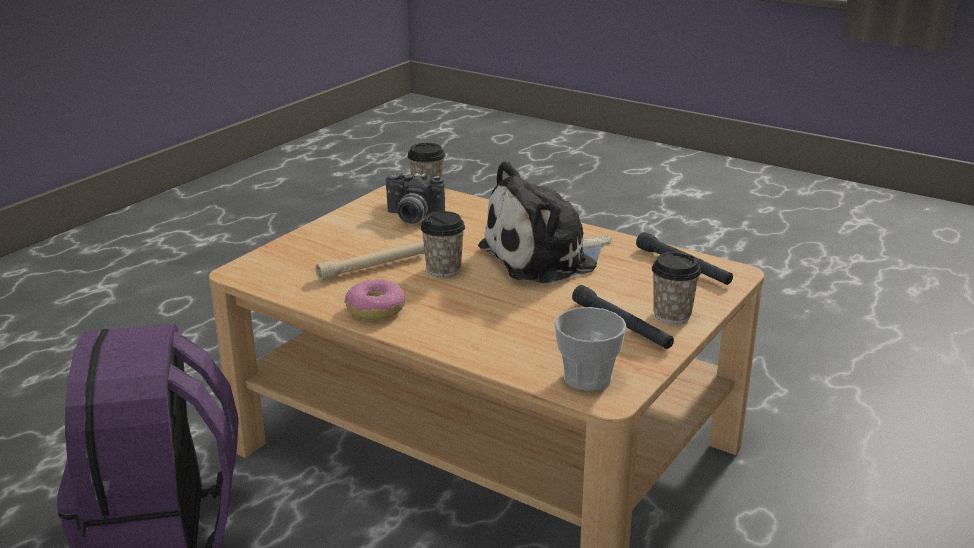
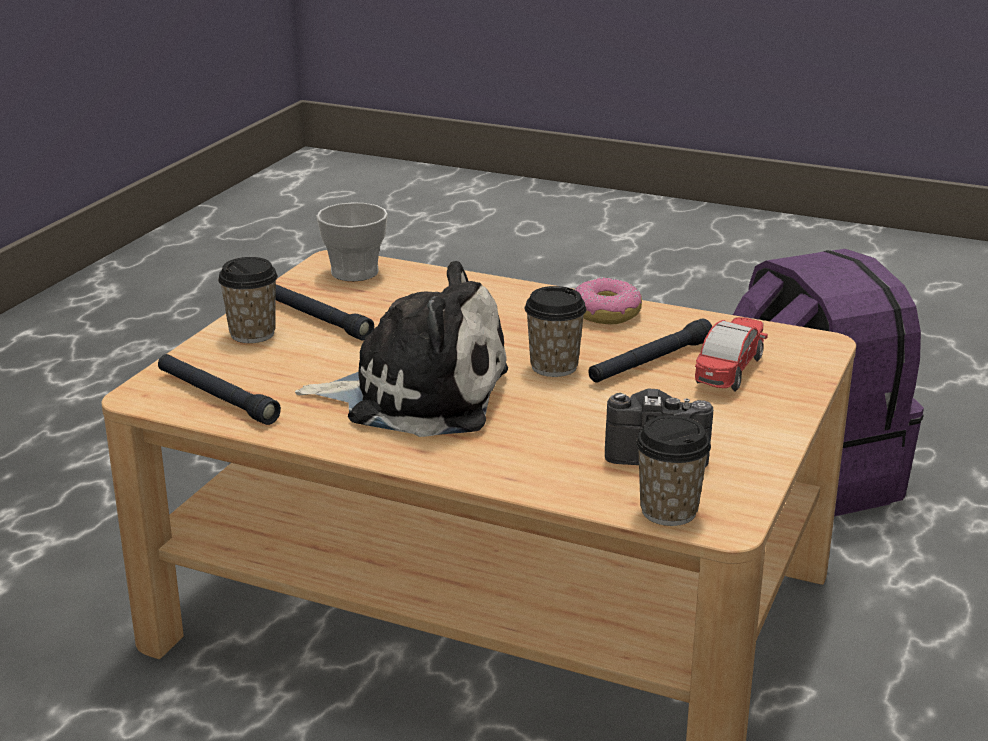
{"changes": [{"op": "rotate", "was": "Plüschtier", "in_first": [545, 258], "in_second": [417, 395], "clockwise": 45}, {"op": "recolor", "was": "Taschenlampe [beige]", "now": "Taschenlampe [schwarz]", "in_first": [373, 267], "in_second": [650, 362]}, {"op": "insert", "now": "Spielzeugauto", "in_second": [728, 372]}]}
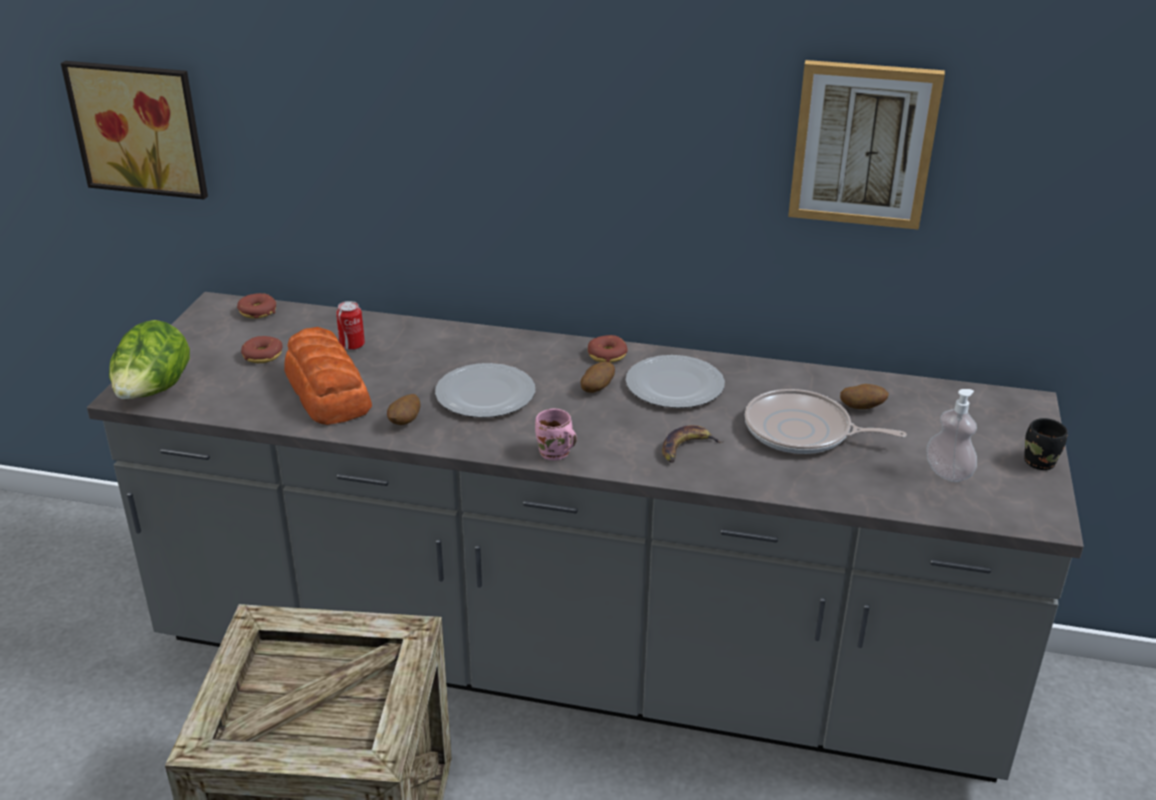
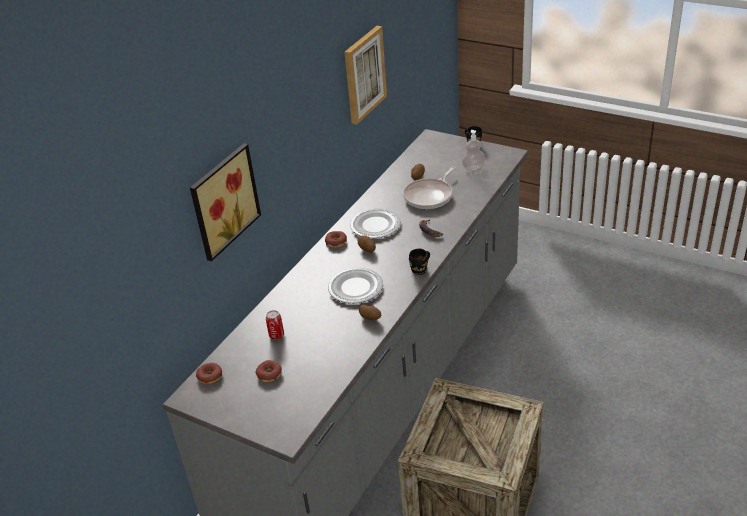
{"changes": [{"op": "move", "was": "Bild", "in_first": [140, 127], "in_second": [222, 200]}, {"op": "recolor", "was": "Henkelbecher [rosa]", "now": "Henkelbecher [schwarz]", "in_first": [555, 454], "in_second": [420, 270]}, {"op": "delete", "was": "Salatkopf", "in_first": [153, 393]}, {"op": "delete", "was": "Brot", "in_first": [327, 391]}]}
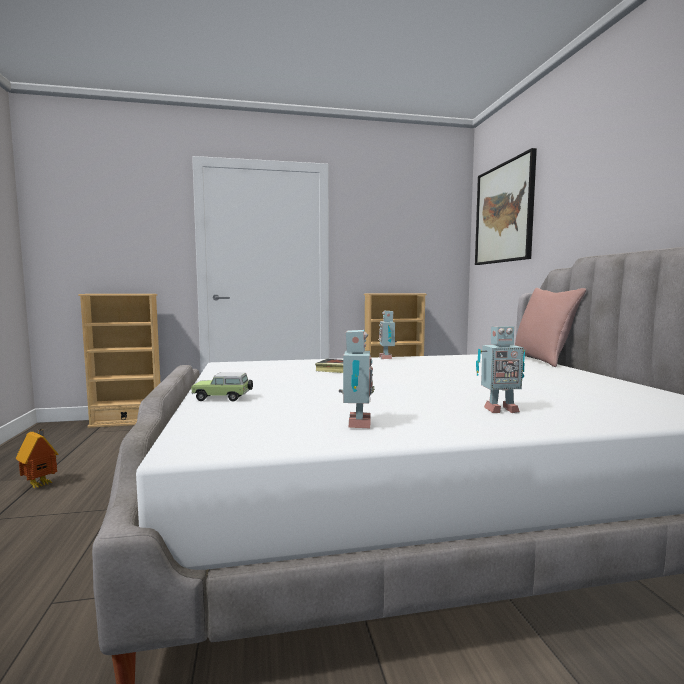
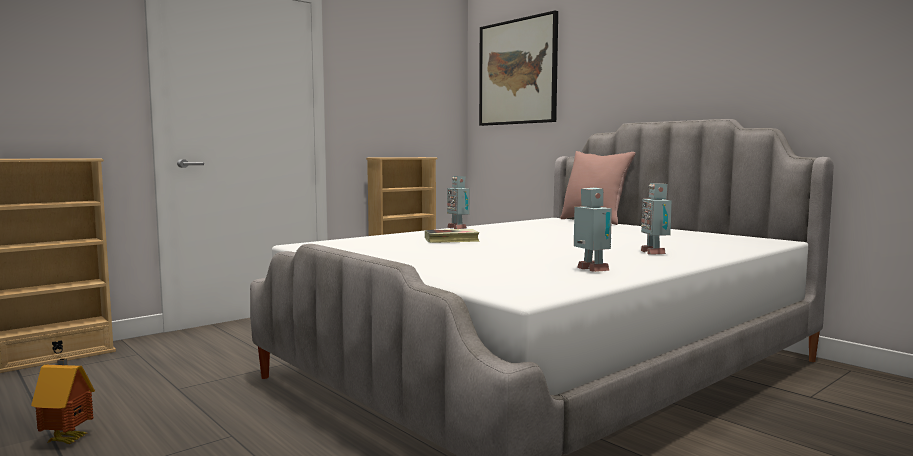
{"changes": [{"op": "rotate", "was": "Spielzeugroboter", "in_first": [499, 410], "in_second": [654, 253], "clockwise": 120}, {"op": "delete", "was": "Spielzeugauto", "in_first": [223, 398]}]}
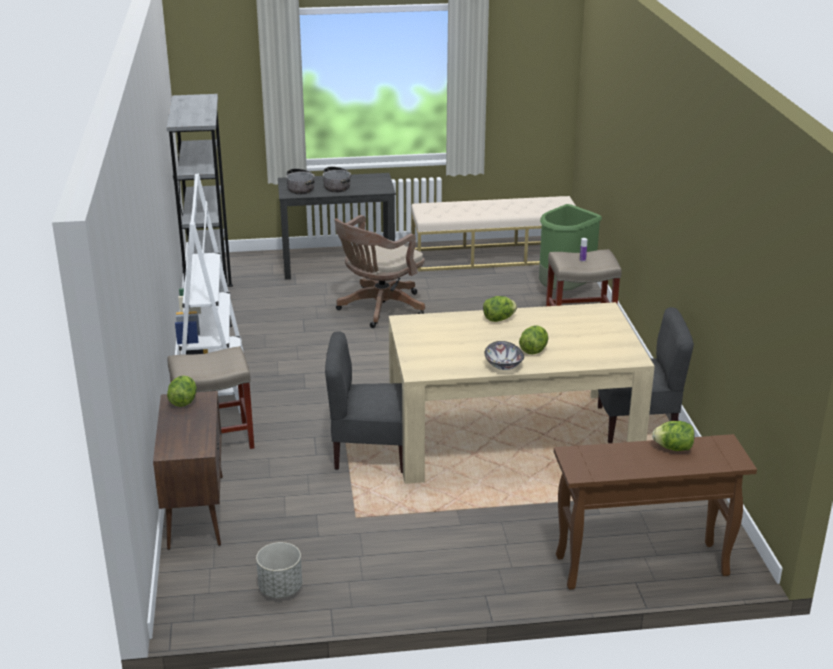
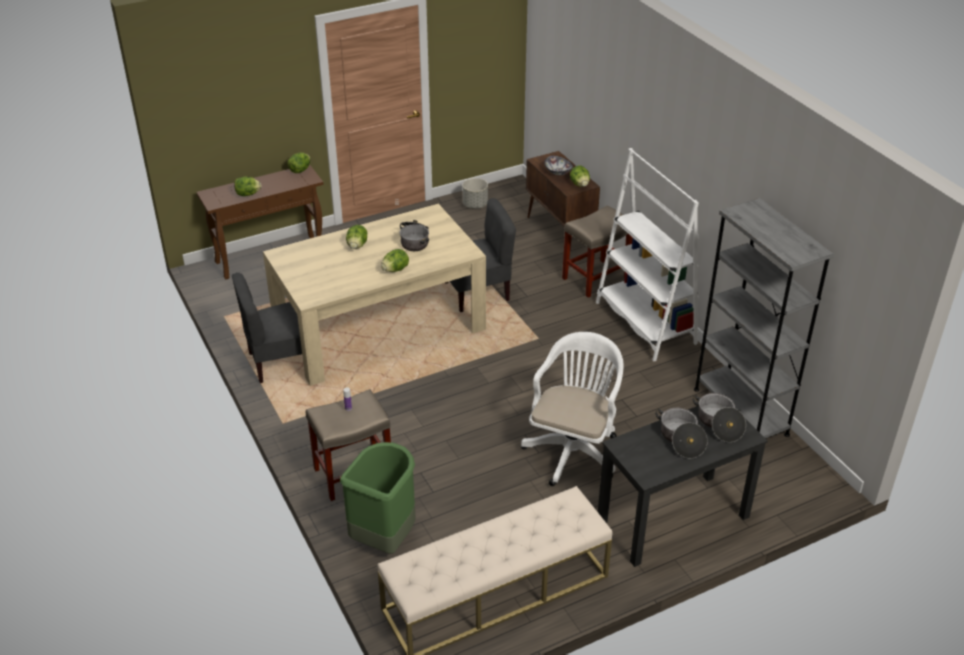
{"changes": [{"op": "insert", "now": "Salatkopf", "in_second": [300, 170]}, {"op": "insert", "now": "Kochtopf", "in_second": [415, 241]}, {"op": "recolor", "was": "Bürostuhl [braun]", "now": "Bürostuhl [weiß]", "in_first": [378, 309], "in_second": [573, 450]}, {"op": "move", "was": "Schüssel", "in_first": [503, 365], "in_second": [558, 172]}]}
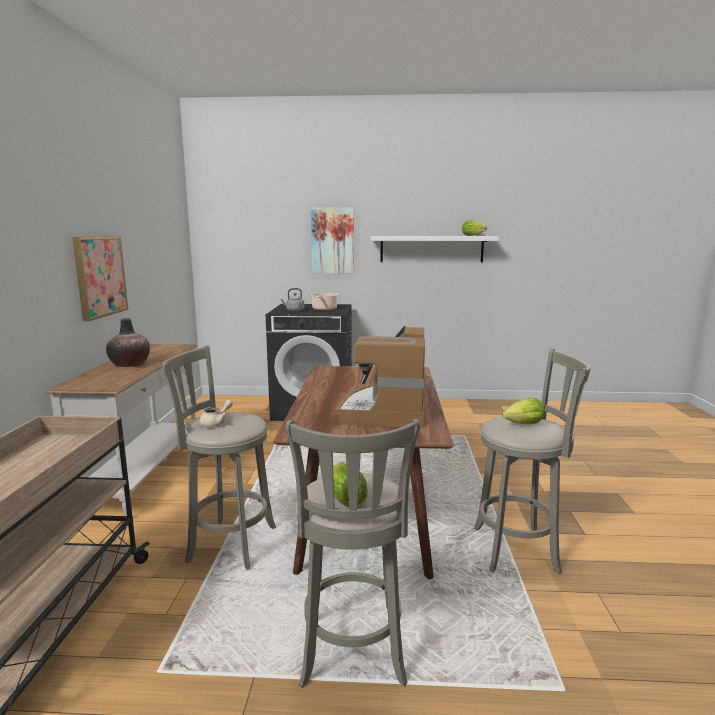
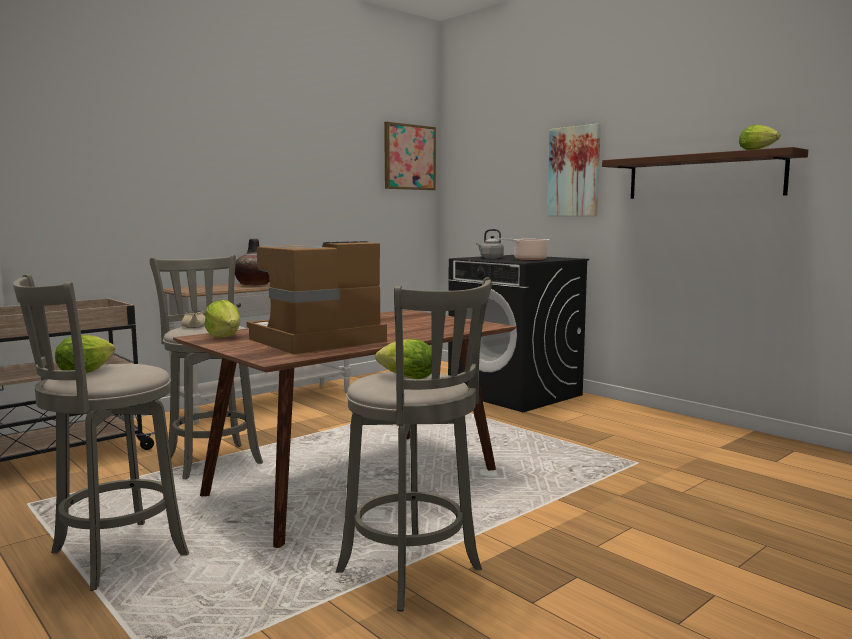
{"changes": [{"op": "insert", "now": "Salatkopf", "in_second": [224, 336]}, {"op": "move", "was": "Bild", "in_first": [100, 276], "in_second": [409, 157]}, {"op": "recolor", "was": "Wandregal [weiß]", "now": "Wandregal [braun]", "in_first": [431, 249], "in_second": [703, 176]}]}
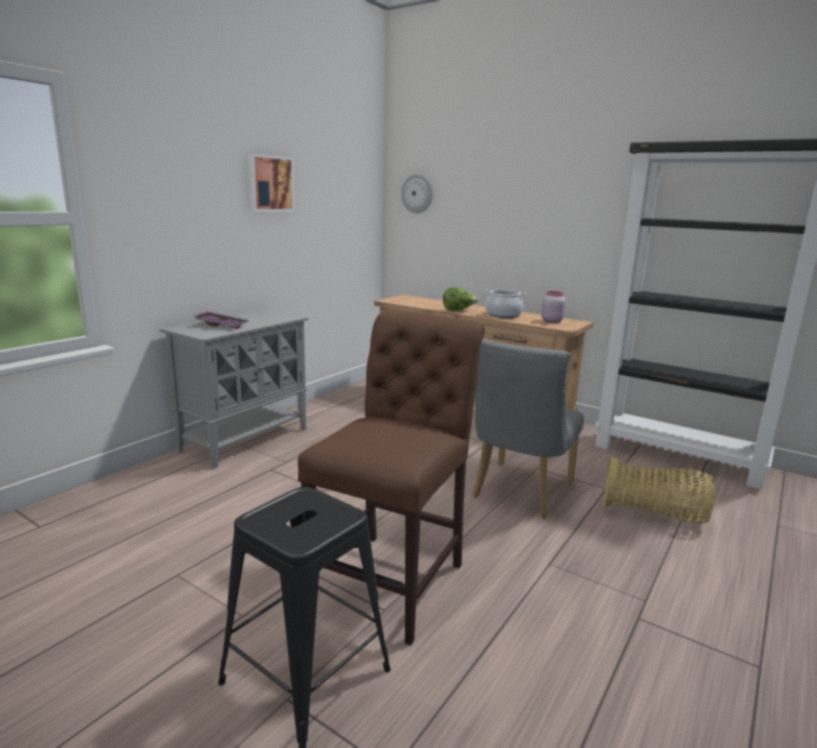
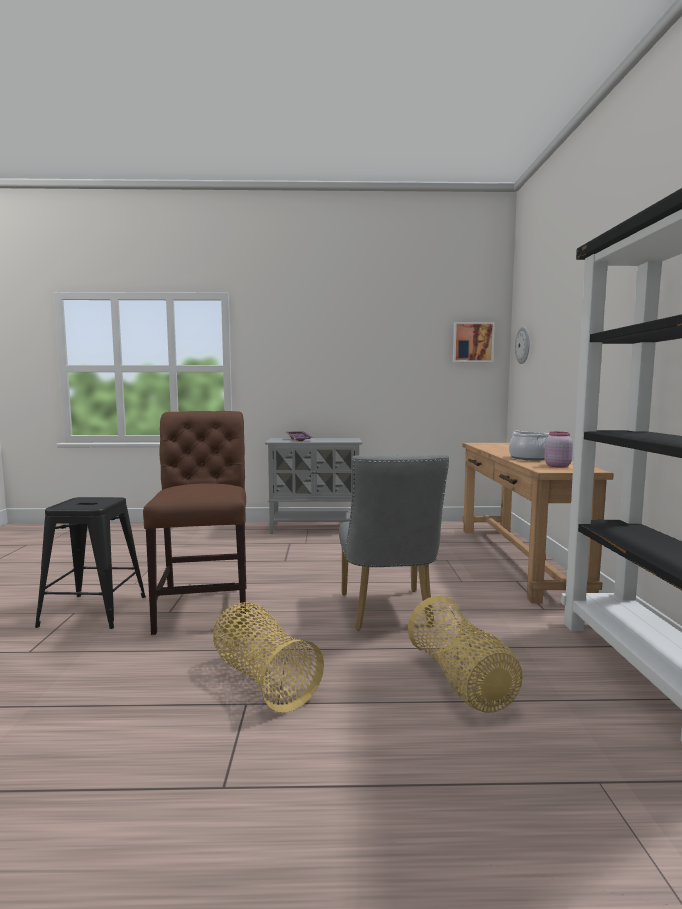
{"changes": [{"op": "rotate", "was": "Stuhl [braun]", "in_first": [393, 578], "in_second": [205, 605], "clockwise": -90}, {"op": "insert", "now": "Korb", "in_second": [263, 679]}, {"op": "rotate", "was": "Stuhl [grau]", "in_first": [518, 493], "in_second": [388, 613], "clockwise": -90}, {"op": "move", "was": "Bild", "in_first": [270, 184], "in_second": [472, 342]}, {"op": "delete", "was": "Salatkopf", "in_first": [458, 310]}]}
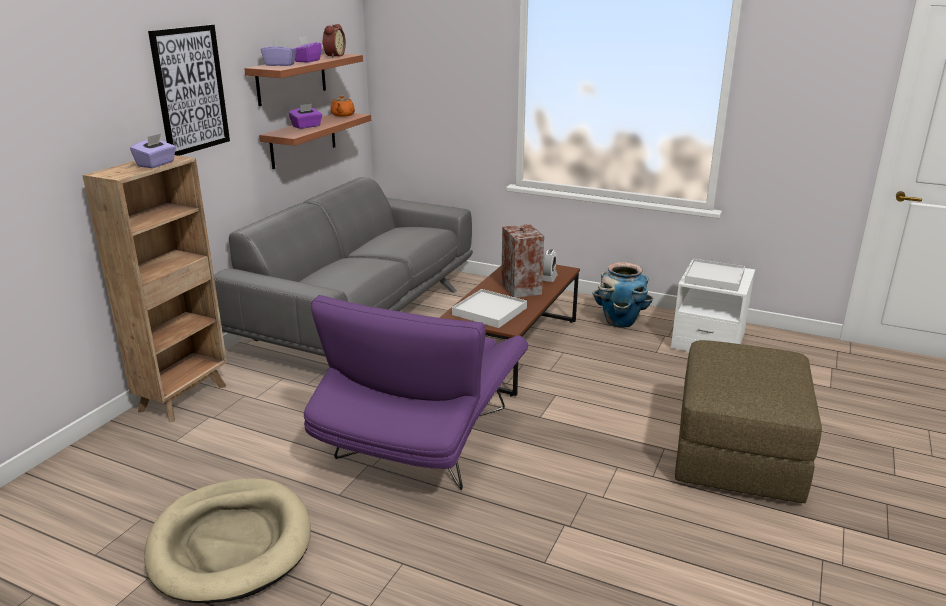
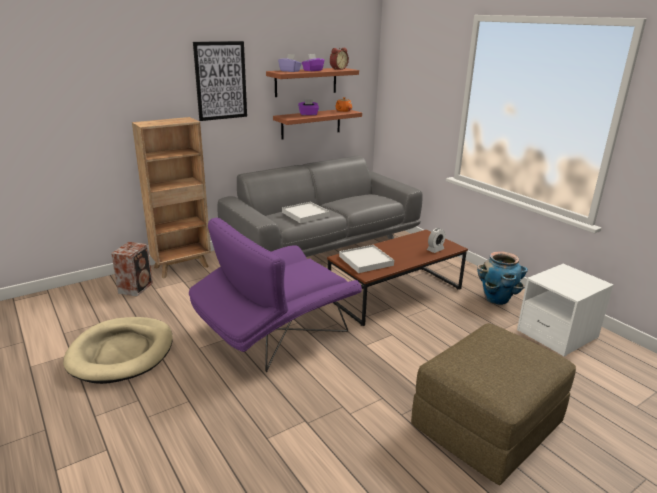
{"changes": [{"op": "move", "was": "Lautsprecher", "in_first": [521, 288], "in_second": [136, 287]}, {"op": "move", "was": "Tablett [weiß]", "in_first": [714, 278], "in_second": [305, 214]}, {"op": "delete", "was": "Taschentuchbox [lila]", "in_first": [156, 164]}]}
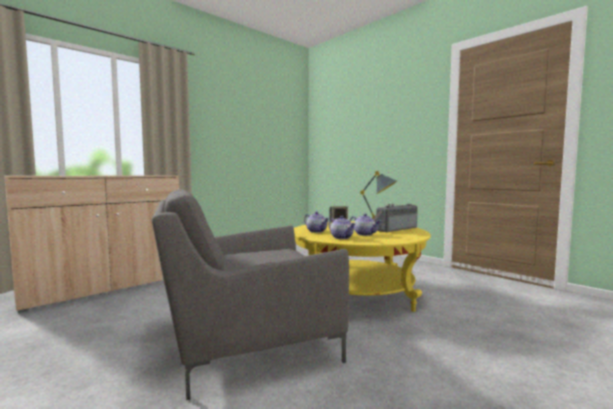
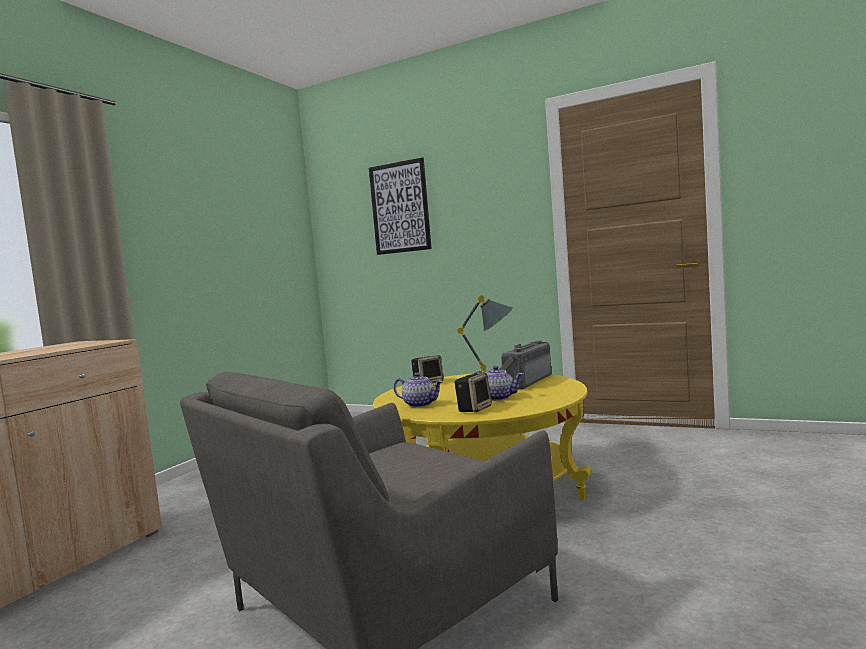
{"changes": [{"op": "insert", "now": "Bild", "in_second": [400, 207]}, {"op": "replace", "was": "Teekanne", "now": "Lautsprecher", "in_first": [342, 237], "in_second": [474, 409]}]}
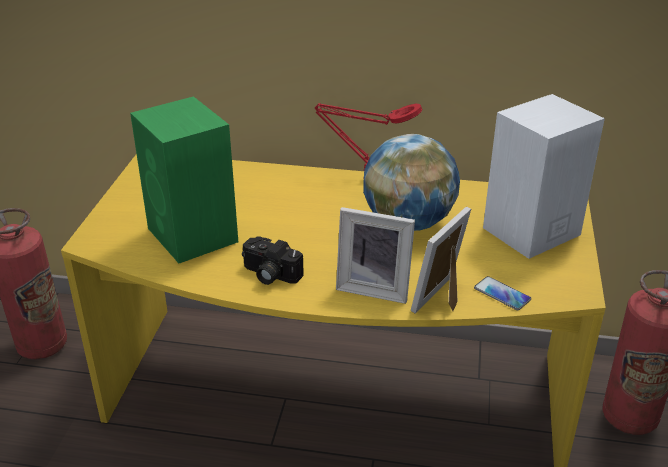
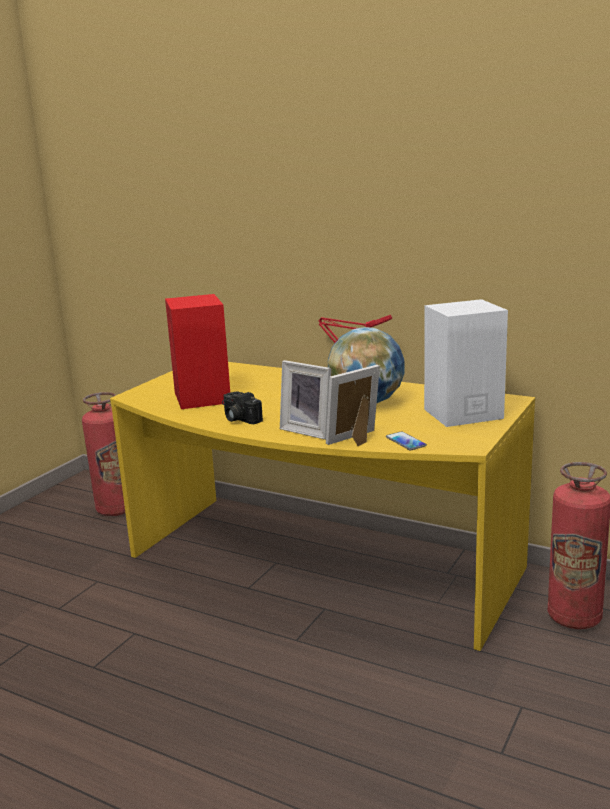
{"changes": [{"op": "recolor", "was": "Lautsprecher [grün]", "now": "Lautsprecher [rot]", "in_first": [193, 236], "in_second": [202, 398]}]}
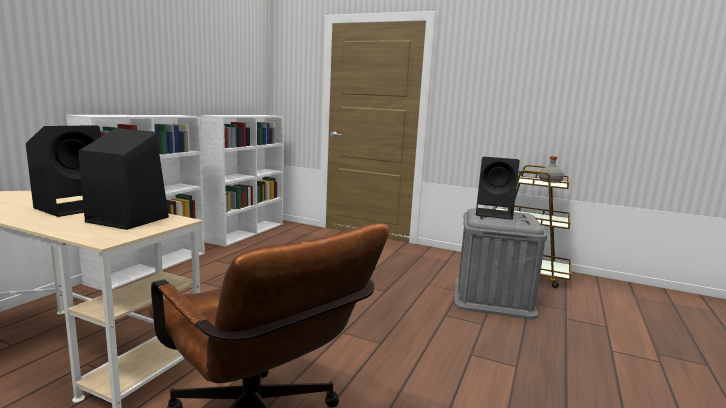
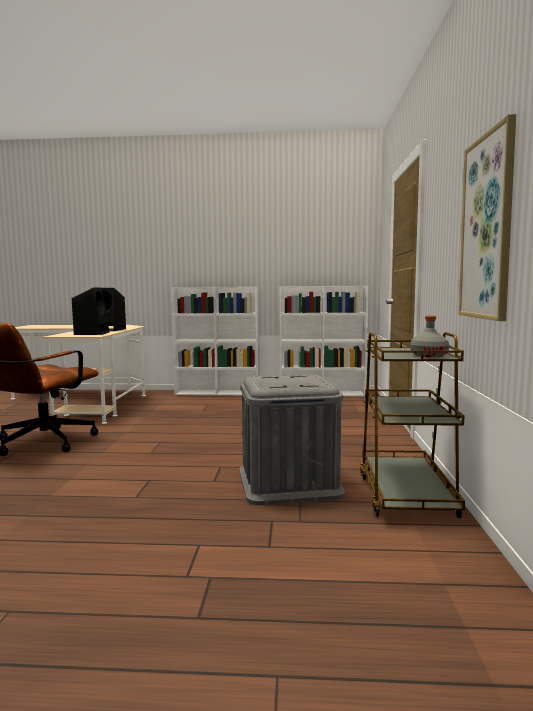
{"changes": [{"op": "insert", "now": "Bild", "in_second": [487, 228]}, {"op": "delete", "was": "Lautsprecher [schwarz]", "in_first": [495, 213]}]}
